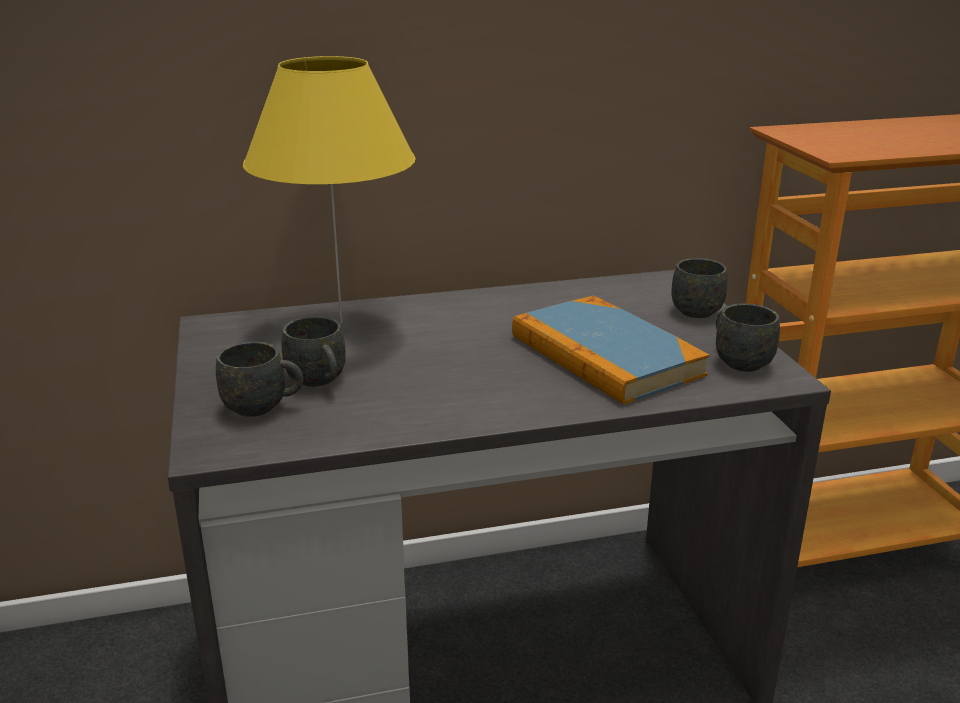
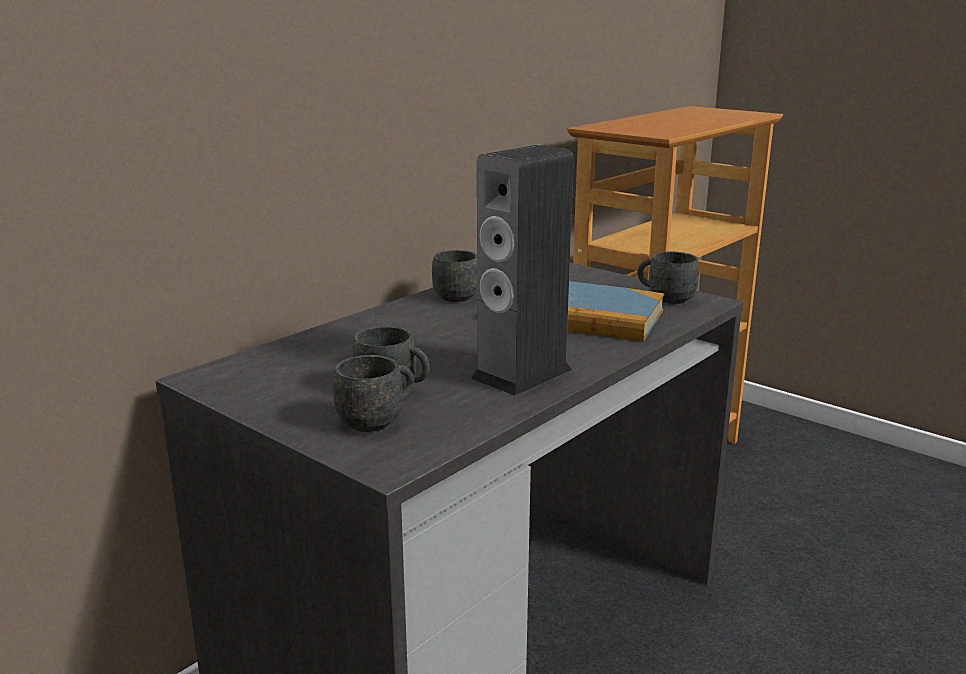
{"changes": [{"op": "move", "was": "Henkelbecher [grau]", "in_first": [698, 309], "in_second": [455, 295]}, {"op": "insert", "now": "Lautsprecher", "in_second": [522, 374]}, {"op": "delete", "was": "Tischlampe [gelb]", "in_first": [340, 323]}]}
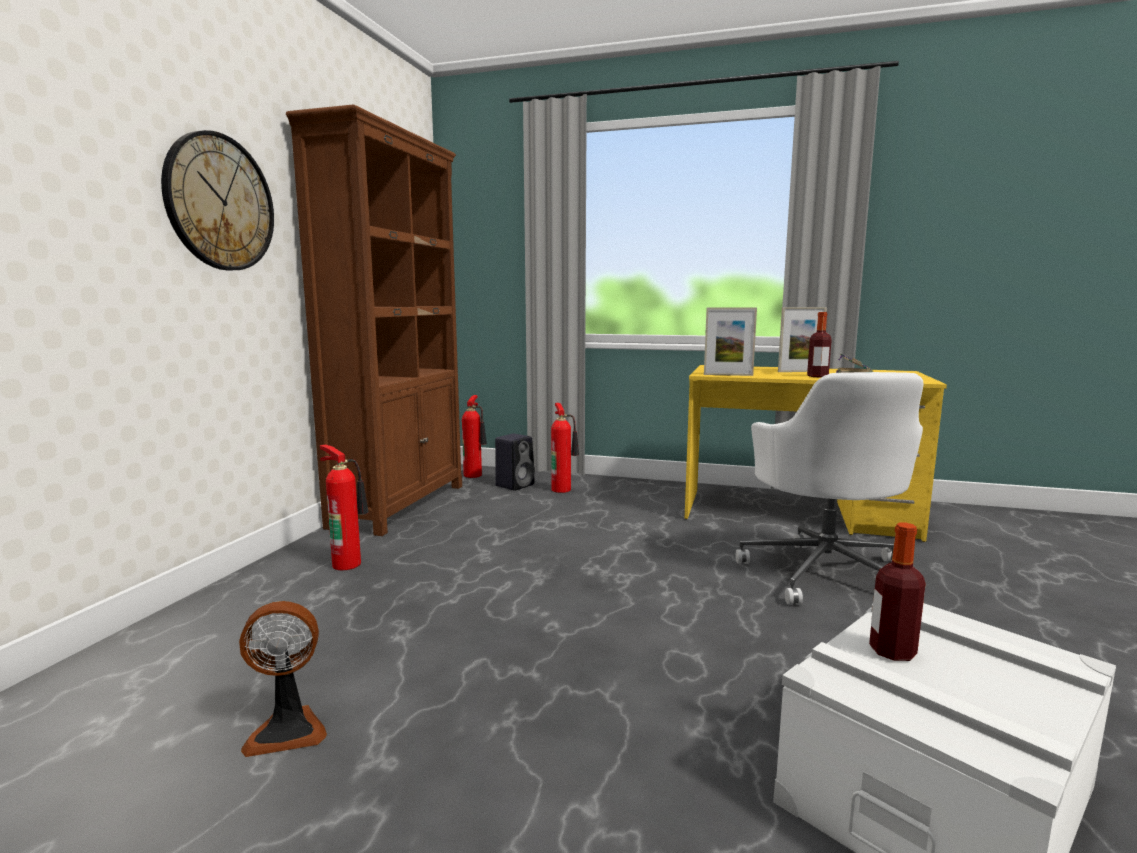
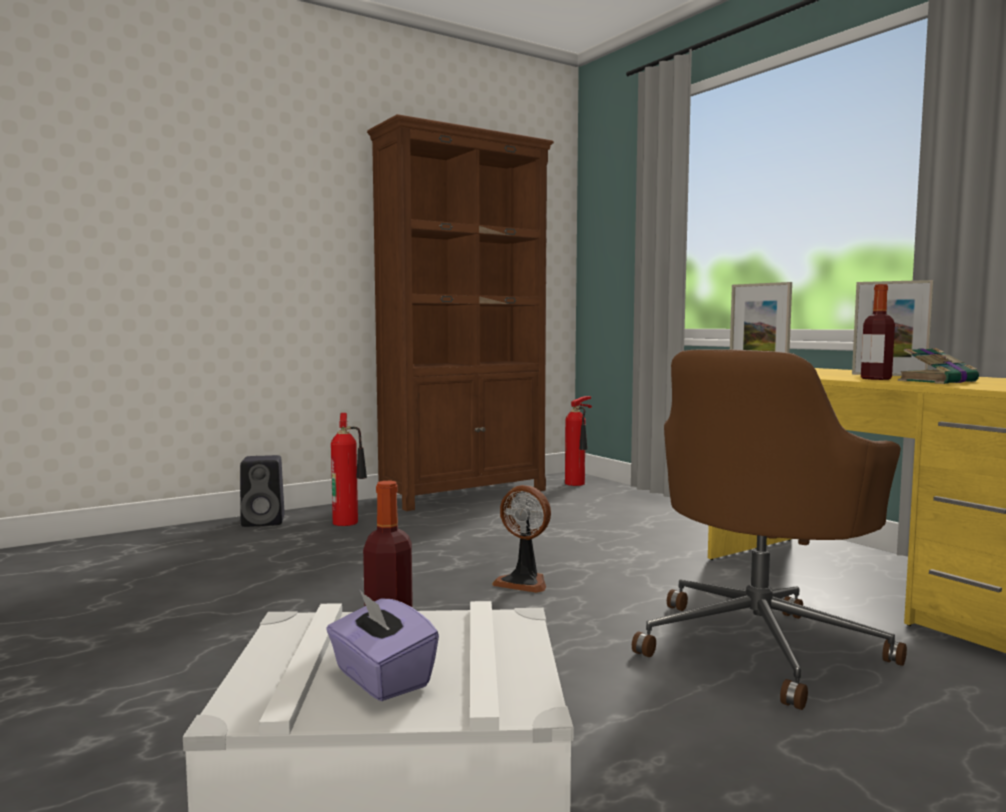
{"changes": [{"op": "move", "was": "Lautsprecher [schwarz]", "in_first": [515, 485], "in_second": [265, 521]}, {"op": "insert", "now": "Taschentuchbox [lila]", "in_second": [380, 678]}, {"op": "move", "was": "Ventilator", "in_first": [288, 730], "in_second": [524, 582]}, {"op": "recolor", "was": "Bürostuhl [weiß]", "now": "Bürostuhl [braun]", "in_first": [825, 573], "in_second": [761, 645]}, {"op": "delete", "was": "Wanduhr", "in_first": [220, 203]}, {"op": "delete", "was": "Feuerlöscher", "in_first": [563, 489]}]}
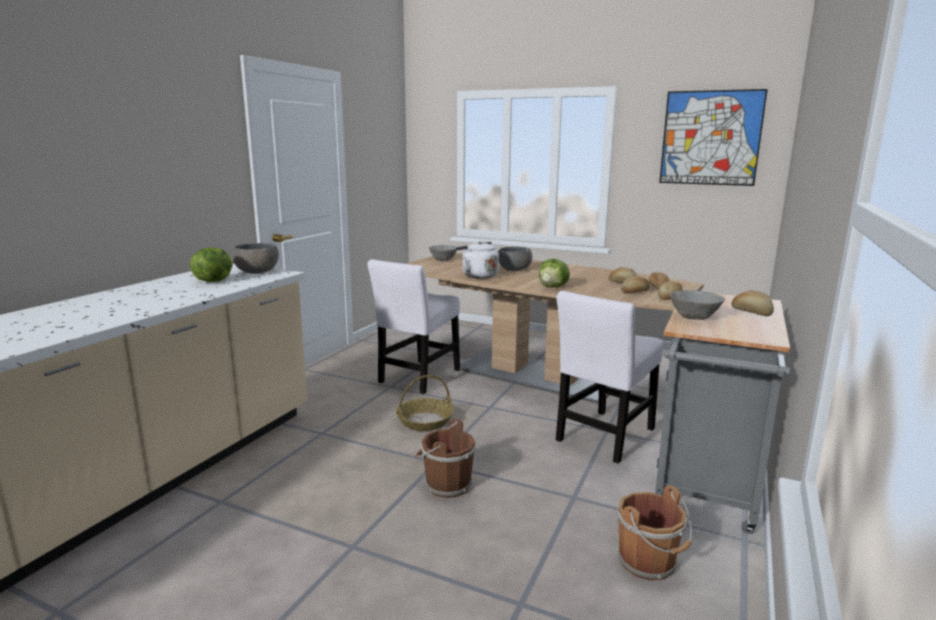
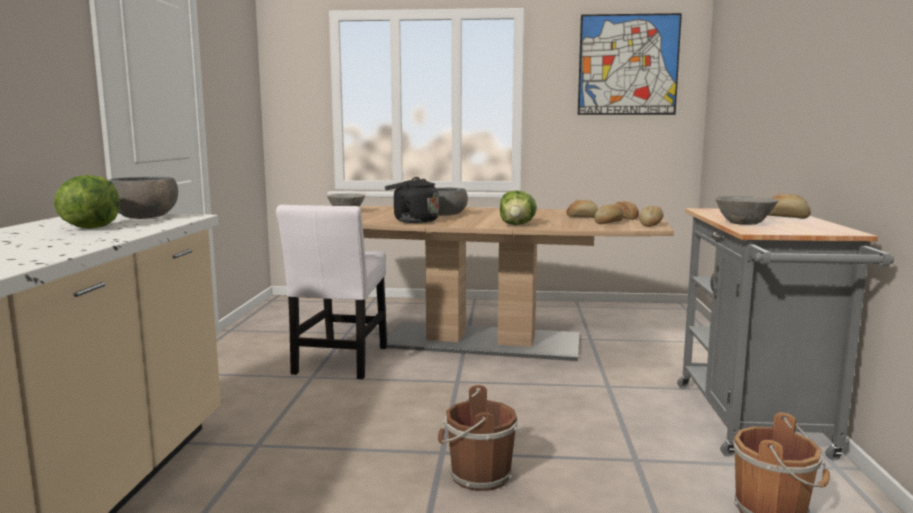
{"changes": [{"op": "recolor", "was": "Wasserkessel [weiß]", "now": "Wasserkessel [schwarz]", "in_first": [477, 275], "in_second": [413, 221]}, {"op": "delete", "was": "Korb", "in_first": [425, 421]}, {"op": "delete", "was": "Stuhl [weiß]", "in_first": [604, 437]}]}
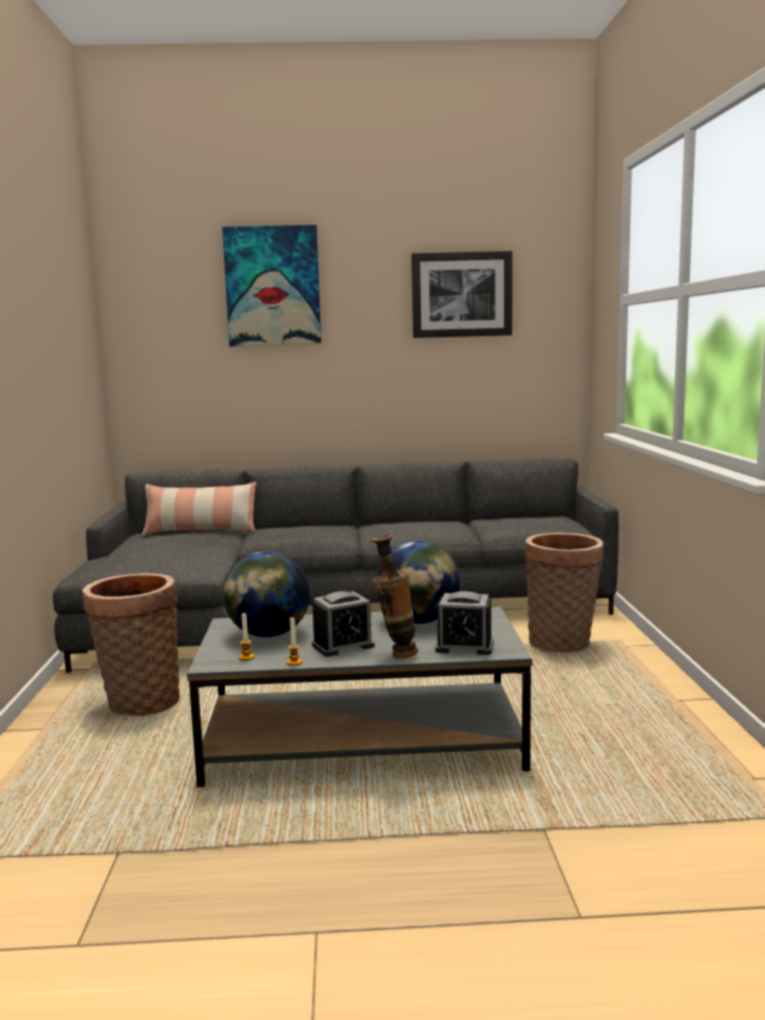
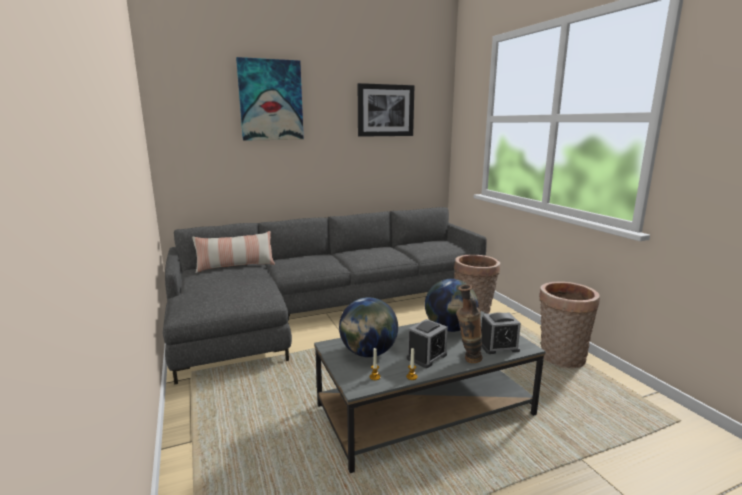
{"changes": [{"op": "move", "was": "Korb", "in_first": [139, 703], "in_second": [560, 358]}]}
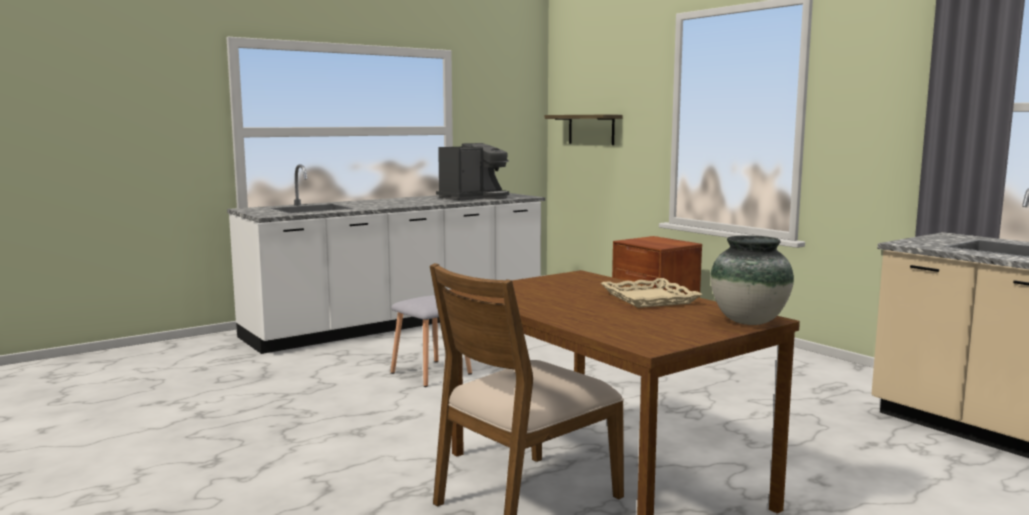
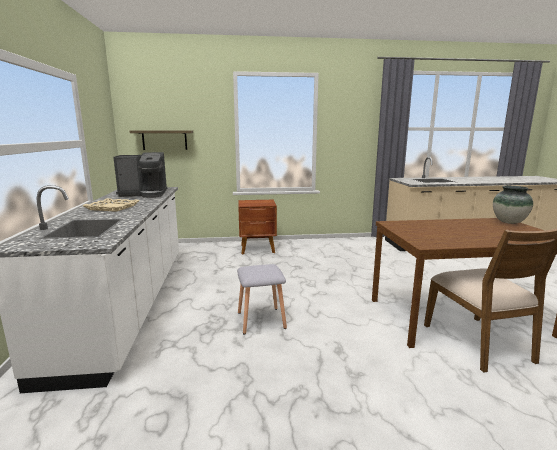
{"changes": [{"op": "move", "was": "Tablett [beige]", "in_first": [650, 299], "in_second": [113, 207]}, {"op": "rotate", "was": "Kaffeemaschine", "in_first": [474, 198], "in_second": [144, 194], "clockwise": 90}]}
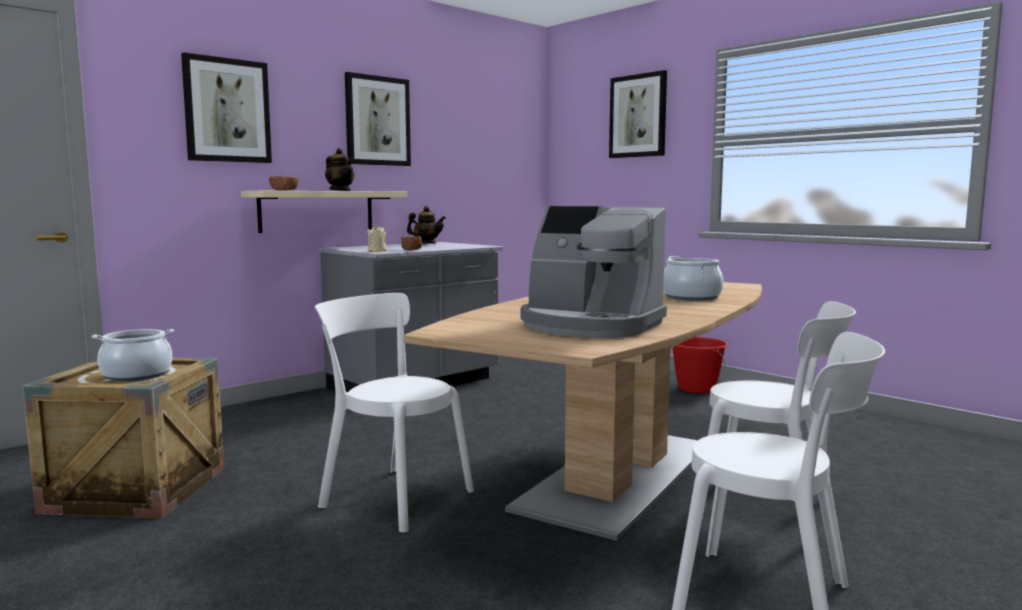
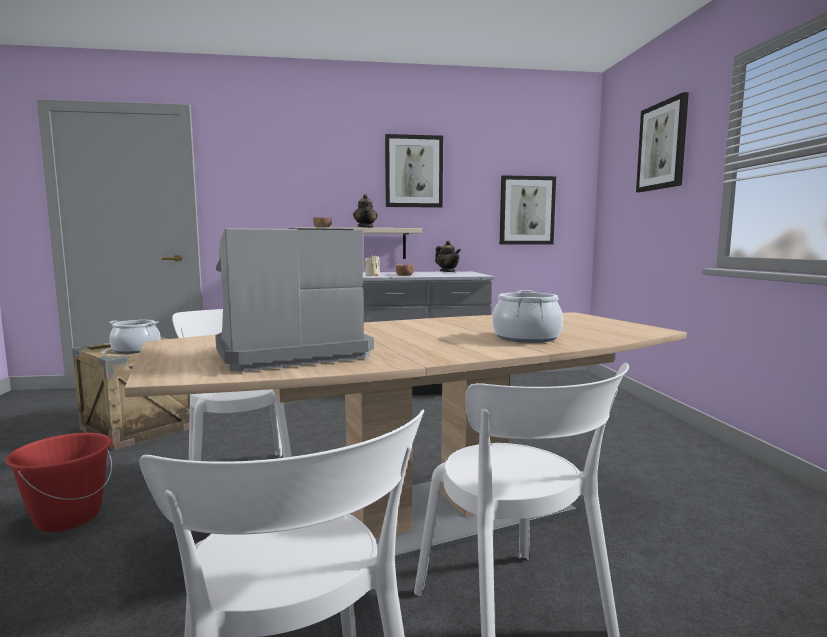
{"changes": [{"op": "move", "was": "Eimer [rot]", "in_first": [696, 389], "in_second": [68, 518]}, {"op": "rotate", "was": "Kaffeemaschine", "in_first": [590, 325], "in_second": [289, 354], "clockwise": 90}, {"op": "move", "was": "Bild", "in_first": [227, 110], "in_second": [526, 210]}]}
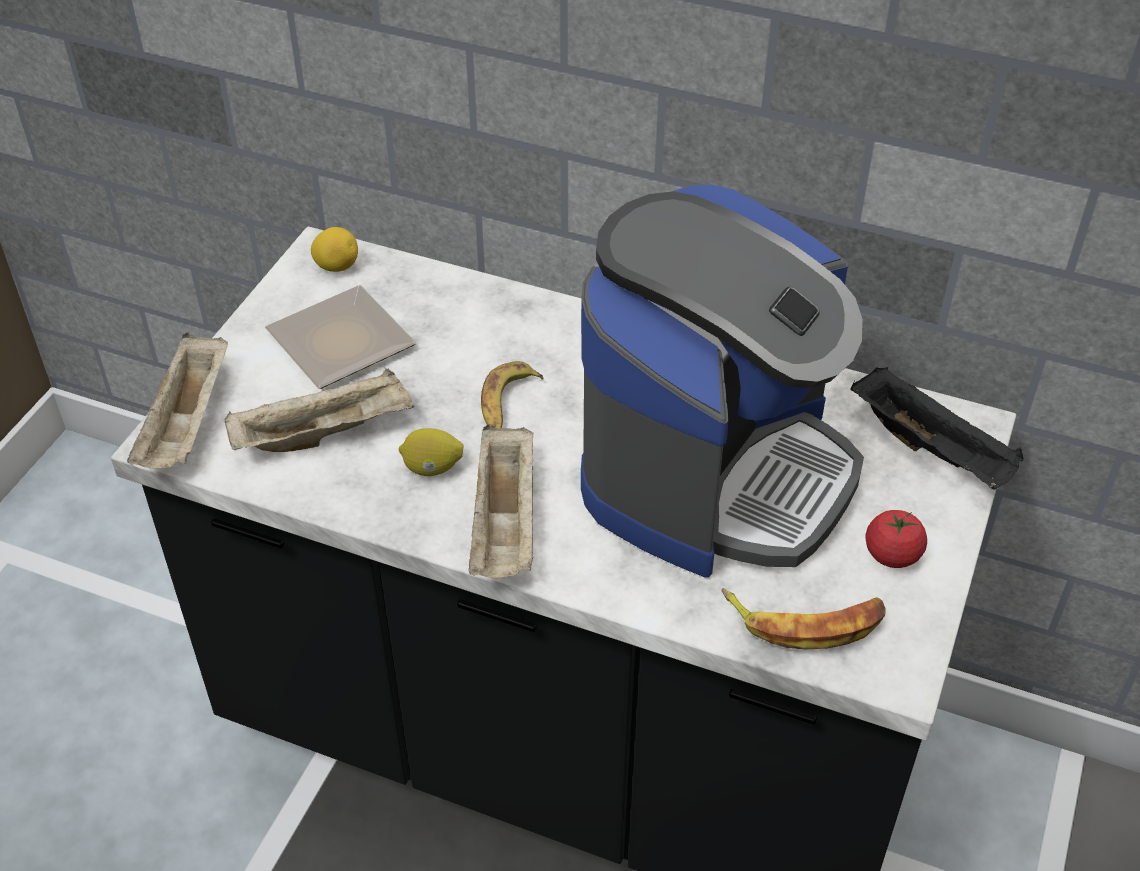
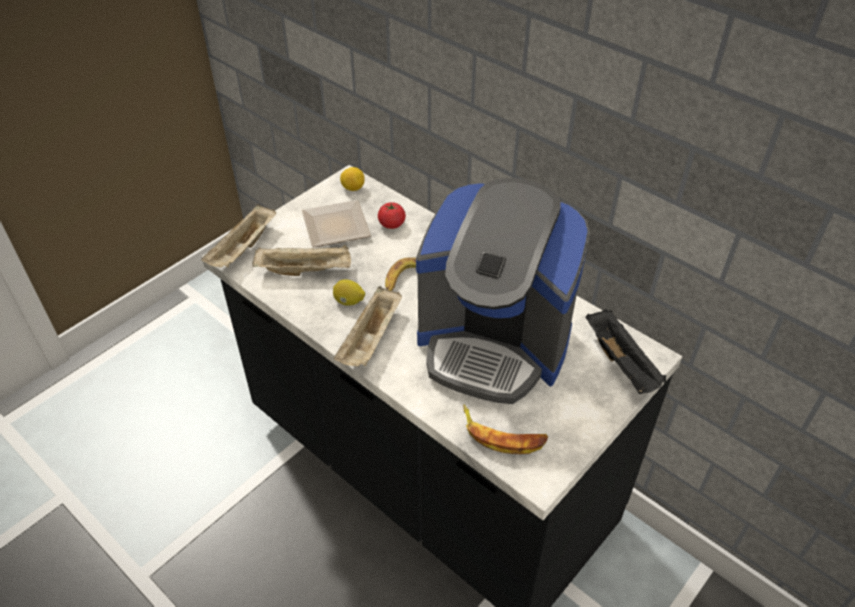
{"changes": [{"op": "move", "was": "Tomate", "in_first": [892, 554], "in_second": [392, 224]}, {"op": "rotate", "was": "Kaffeemaschine", "in_first": [716, 472], "in_second": [494, 343], "clockwise": 60}]}
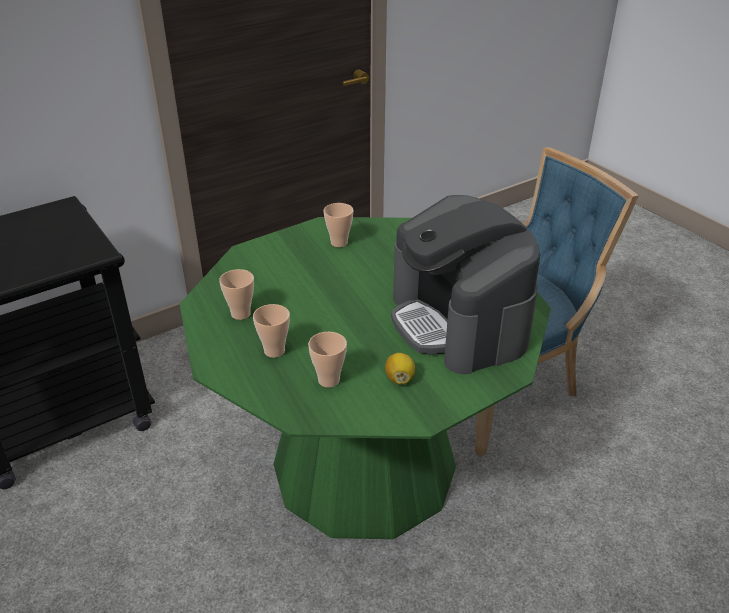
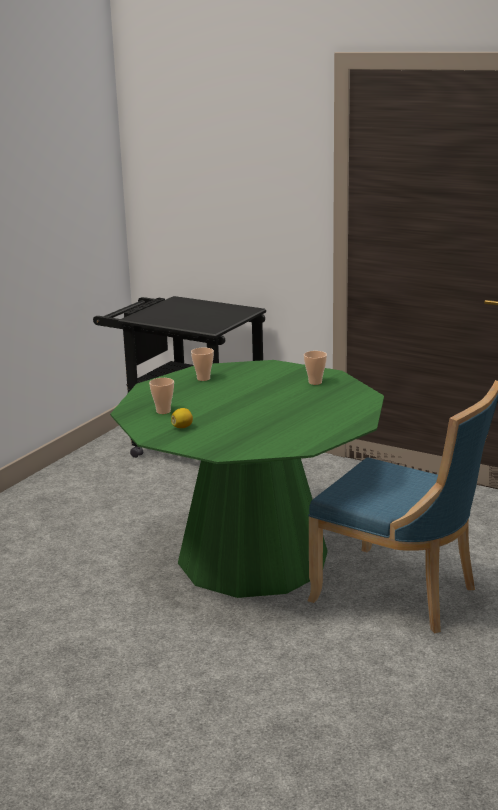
{"changes": [{"op": "delete", "was": "Tasse", "in_first": [274, 351]}, {"op": "delete", "was": "Kaffeemaschine", "in_first": [459, 322]}]}
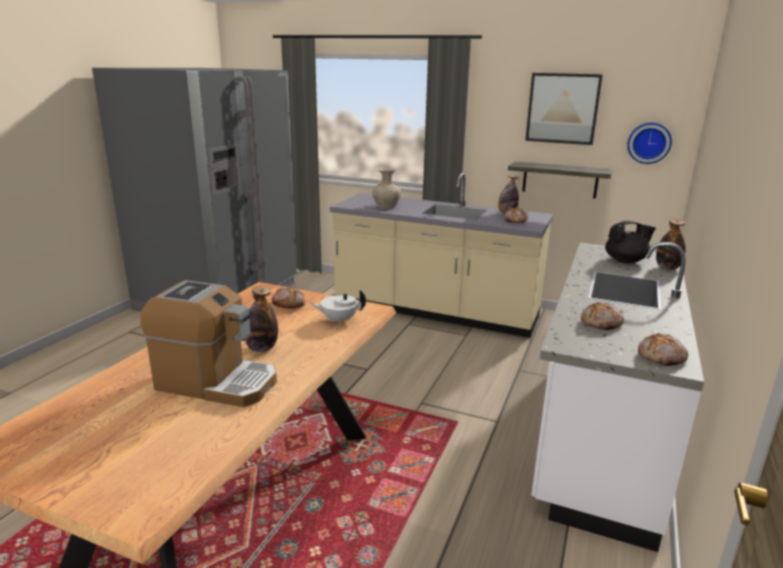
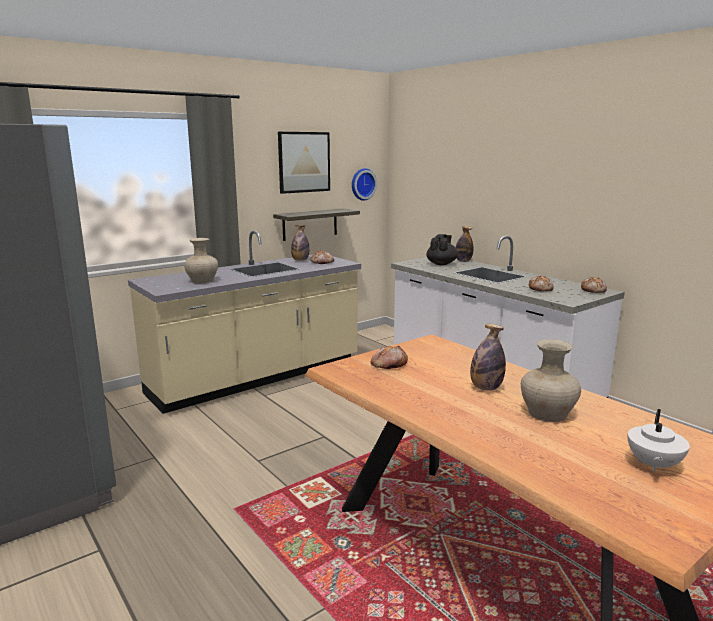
{"changes": [{"op": "replace", "was": "Kaffeemaschine", "now": "Vase [beige]", "in_first": [216, 382], "in_second": [546, 413]}, {"op": "move", "was": "Teekanne [weiß]", "in_first": [339, 320], "in_second": [653, 465]}]}
